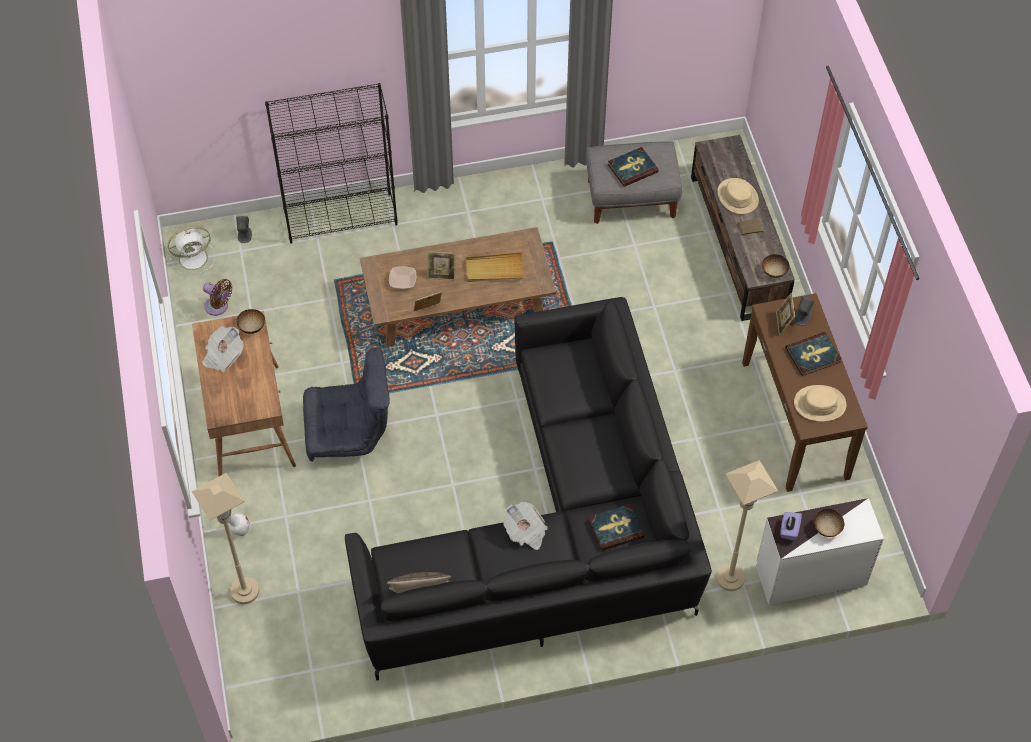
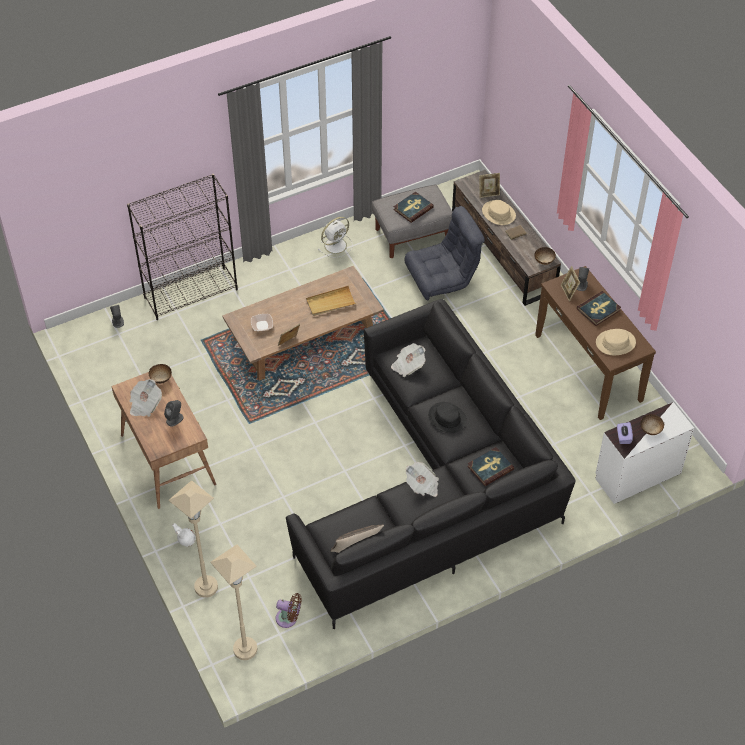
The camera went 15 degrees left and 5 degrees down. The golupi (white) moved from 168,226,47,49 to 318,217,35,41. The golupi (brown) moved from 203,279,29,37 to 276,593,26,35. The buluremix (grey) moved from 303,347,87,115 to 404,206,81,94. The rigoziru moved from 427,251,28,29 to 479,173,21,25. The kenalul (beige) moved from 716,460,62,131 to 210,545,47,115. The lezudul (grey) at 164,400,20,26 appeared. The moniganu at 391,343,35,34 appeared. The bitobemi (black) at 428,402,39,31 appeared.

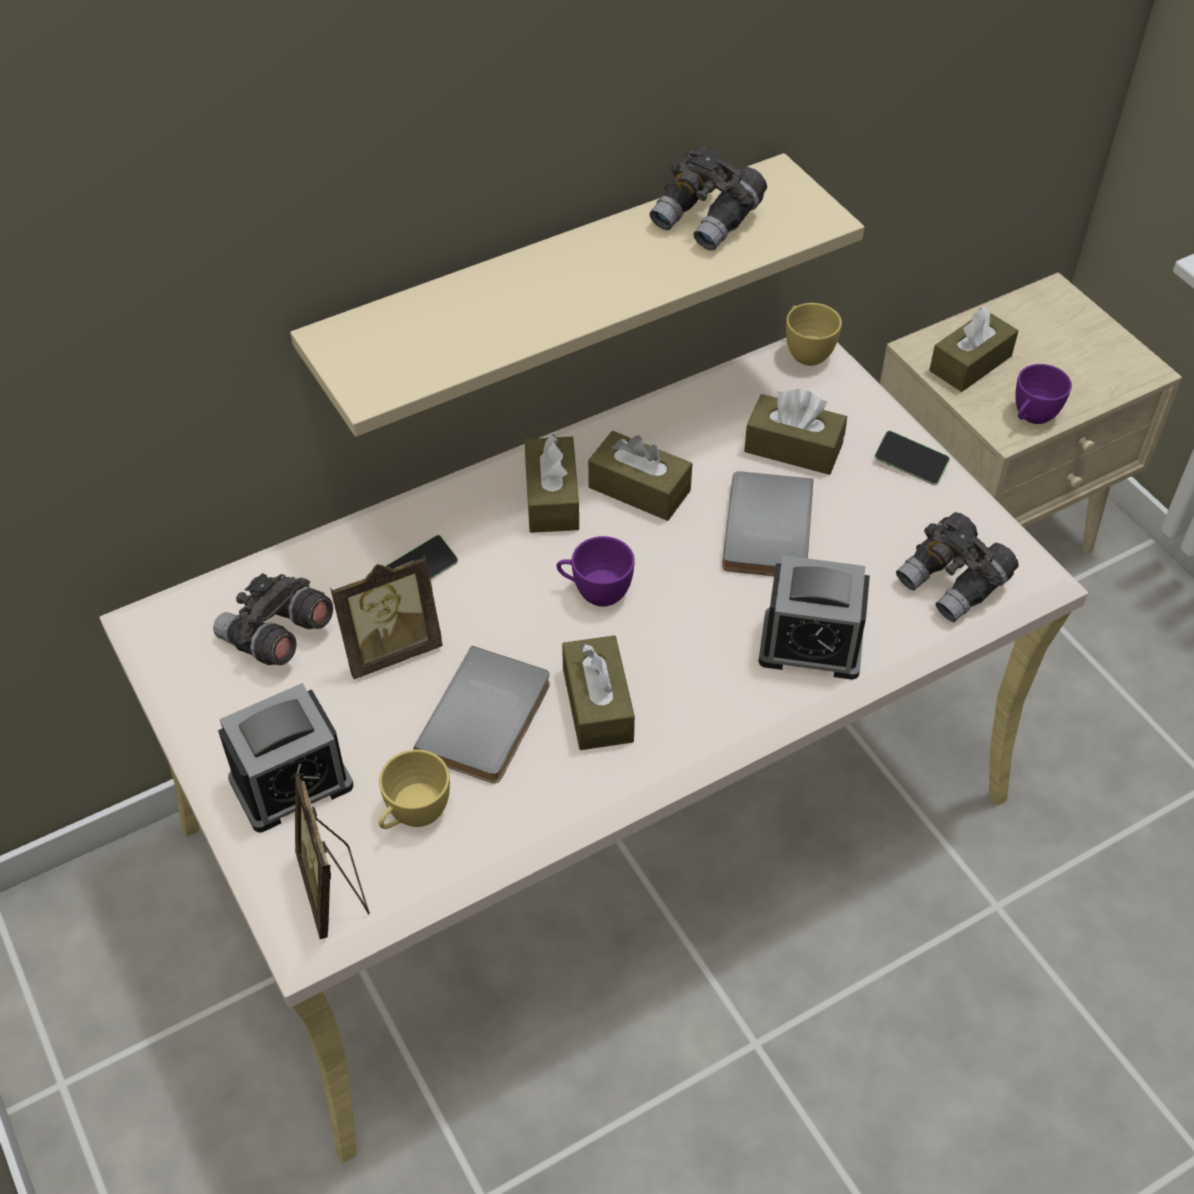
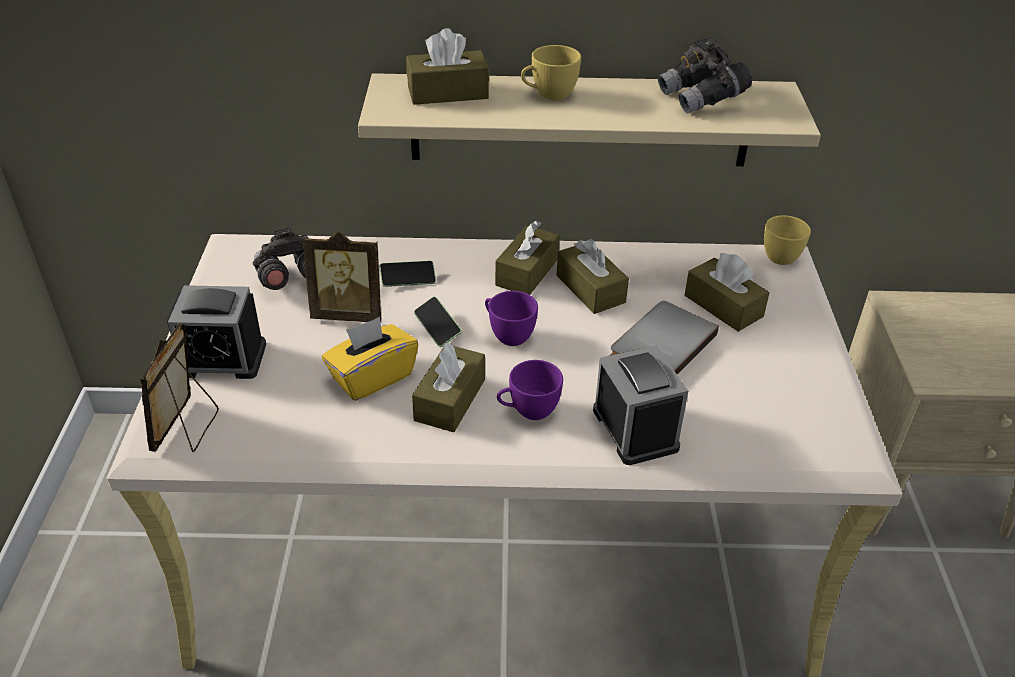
The camera went 30 degrees right and 10 degrees down. The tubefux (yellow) moved from 379,750,71,79 to 521,45,60,55. The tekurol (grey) at 413,646,137,137 was replaced by the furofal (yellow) at 322,317,96,84. The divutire at 758,555,112,125 turned 150 degrees counterclockwise. The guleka moved from 874,430,76,55 to 414,296,48,51. The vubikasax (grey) at 896,512,123,110 disappeared. The furofal (brown) moved from 929,307,89,85 to 406,28,83,77. The tubefux (purple) moved from 1015,364,57,60 to 497,360,66,60.

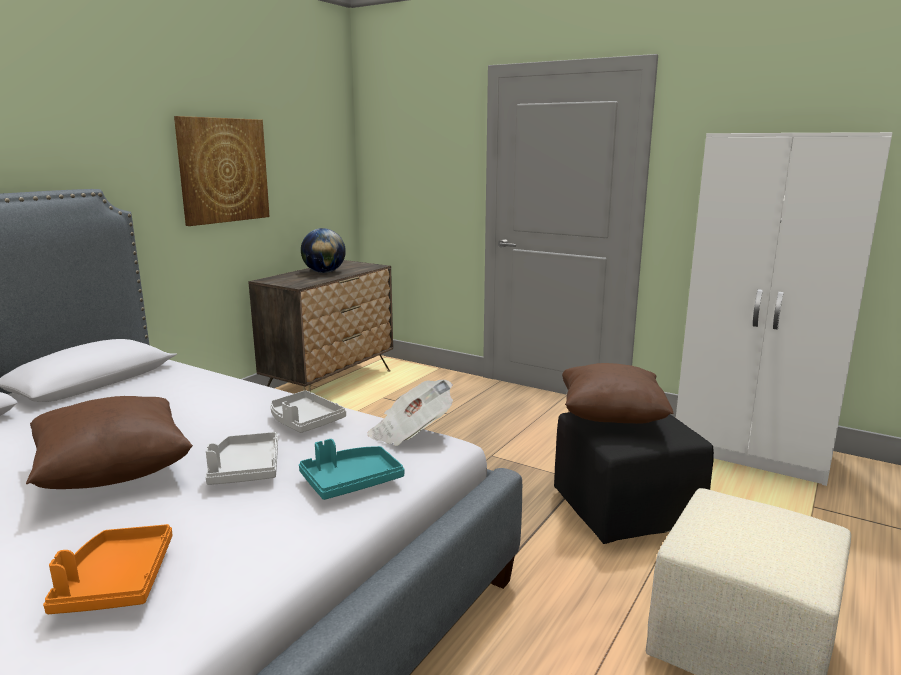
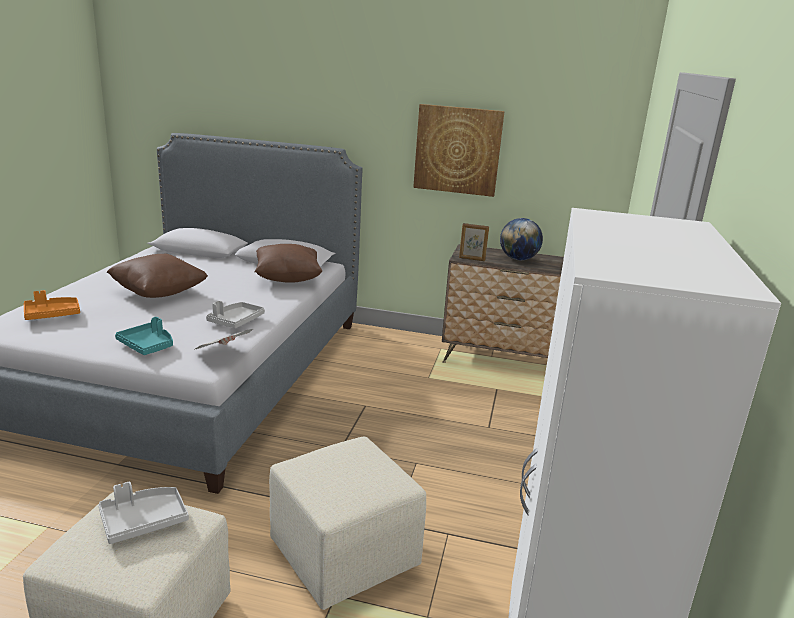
The camera went 70 degrees right and 5 degrees up. The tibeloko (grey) moved from 205,432,73,53 to 98,482,91,62. The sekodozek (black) at 554,412,160,132 became the sekodozek (beige) at 269,436,157,174. The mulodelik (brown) moved from 562,363,112,61 to 254,244,68,39. The rigoziru at 459,223,30,38 appeared.

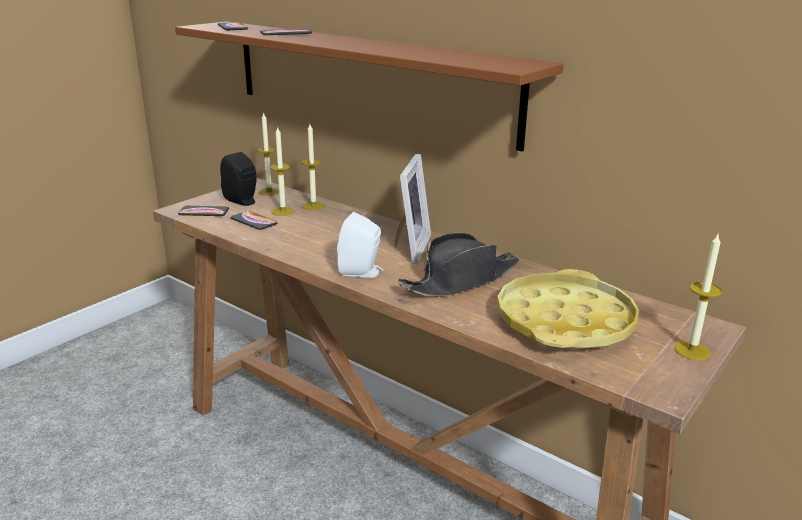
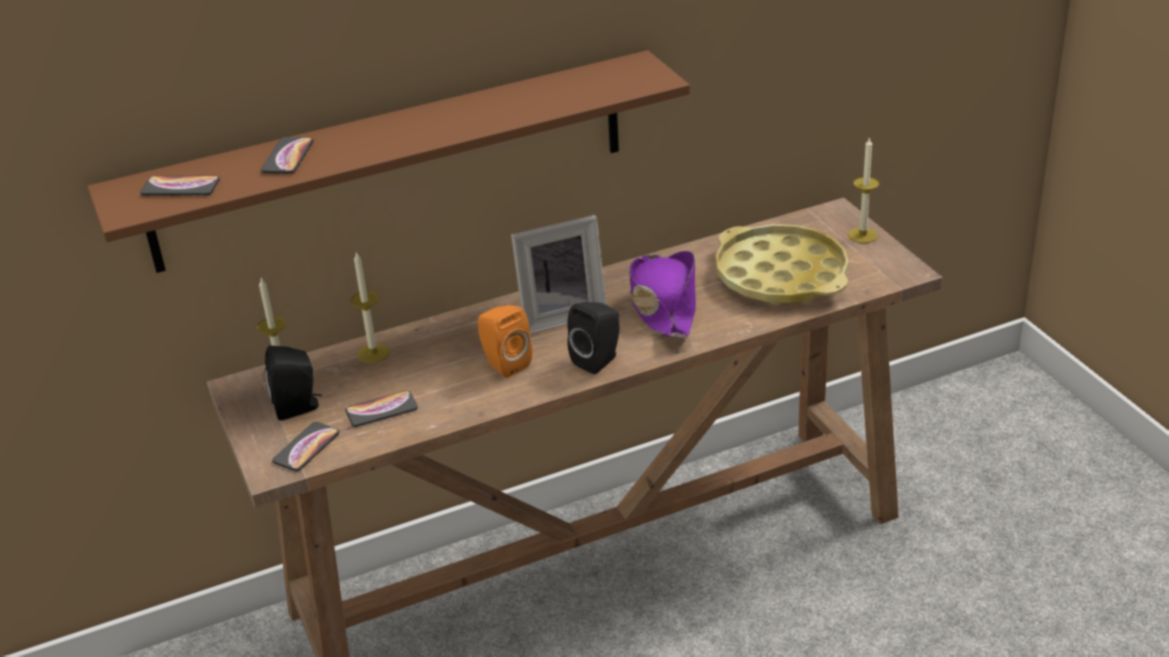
The camera went 60 degrees left and 10 degrees up. The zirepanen at 270,126,25,90 disappeared. The lezudul (white) at 337,212,46,66 became the lezudul (black) at 567,302,53,72. The rigoziru at 395,154,36,110 turned 120 degrees clockwise. The bitobemi (black) at 398,233,121,64 became the bitobemi (purple) at 629,251,67,87. The lezudul (orange) at 478,305,54,73 appeared.

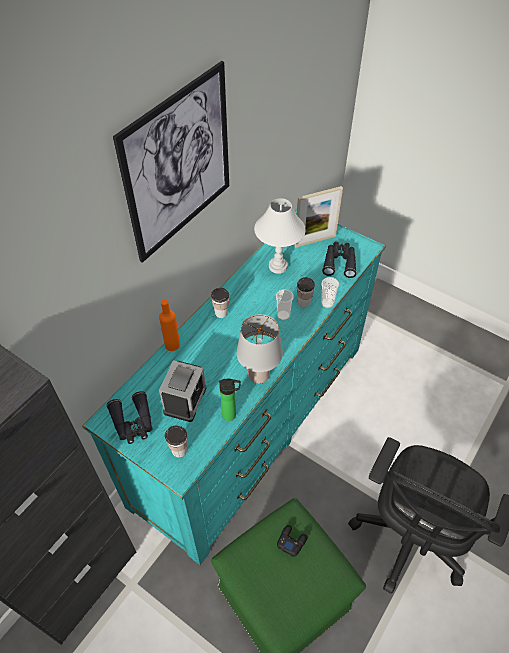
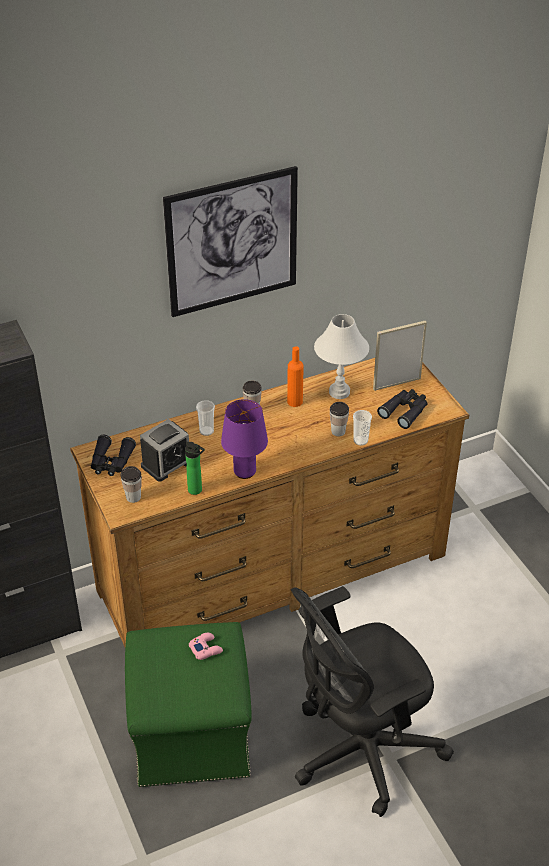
The camera went 30 degrees right and 10 degrees down. The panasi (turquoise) at 82,210,304,355 became the panasi (brown) at 70,358,399,289. The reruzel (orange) moved from 159,299,21,52 to 287,346,17,61. The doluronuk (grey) at 237,314,46,70 became the doluronuk (purple) at 221,399,47,80. The tubefux moved from 276,289,18,31 to 196,400,19,36. The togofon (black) at 277,525,30,32 became the togofon (pink) at 189,632,34,28. The rigoziru at 294,186,49,62 turned 150 degrees clockwise.

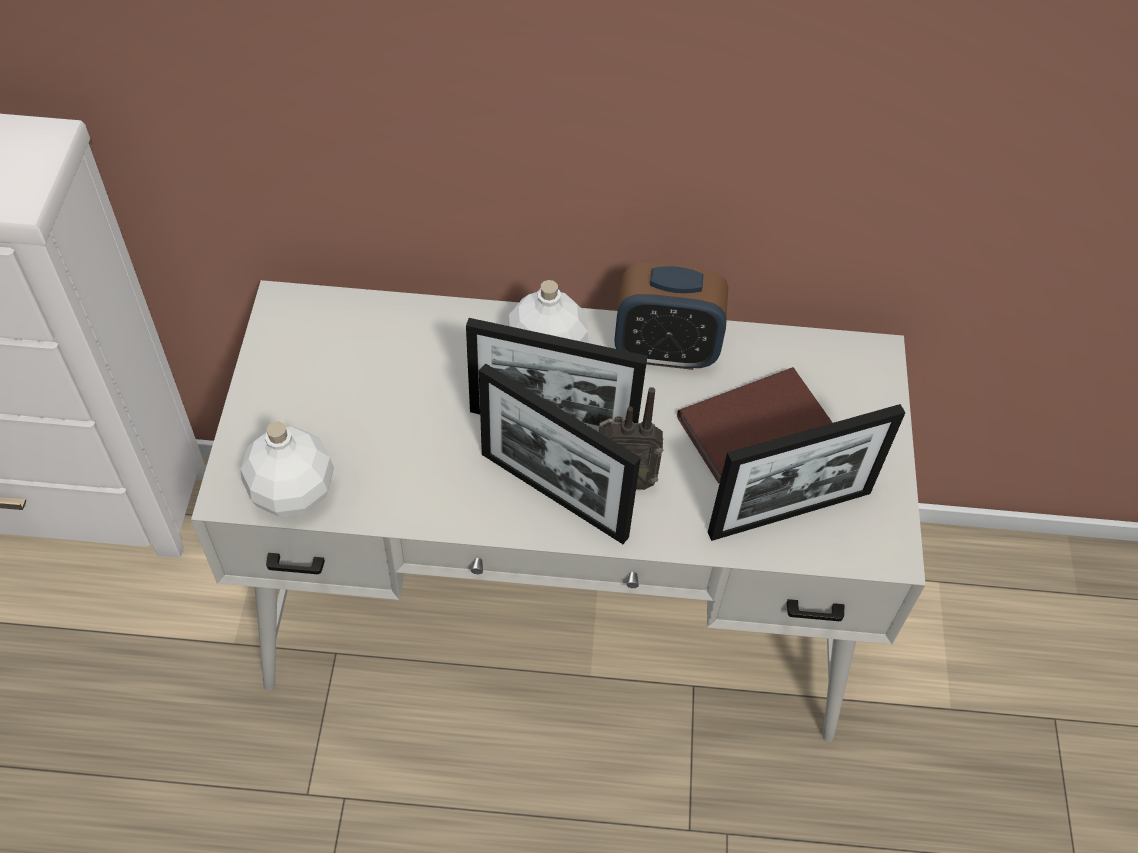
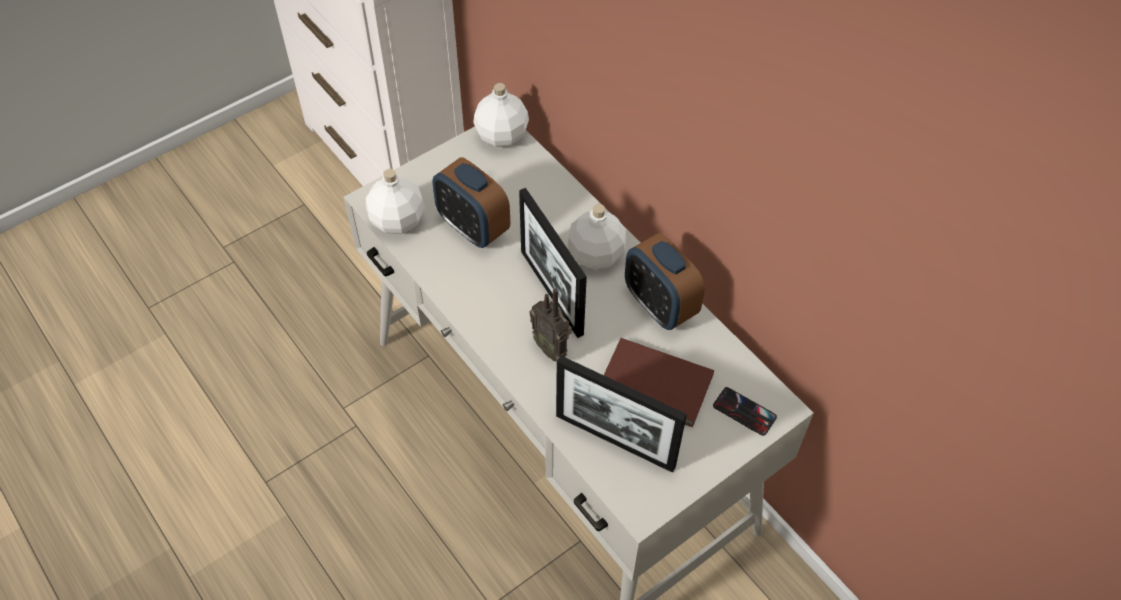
The camera went 50 degrees right and 0 degrees up. The rigoziru at 479,363,162,181 disappeared. The divutire at 433,157,77,91 appeared. The reruzel (white) at 473,83,56,64 appeared. The guleka at 713,387,64,49 appeared.

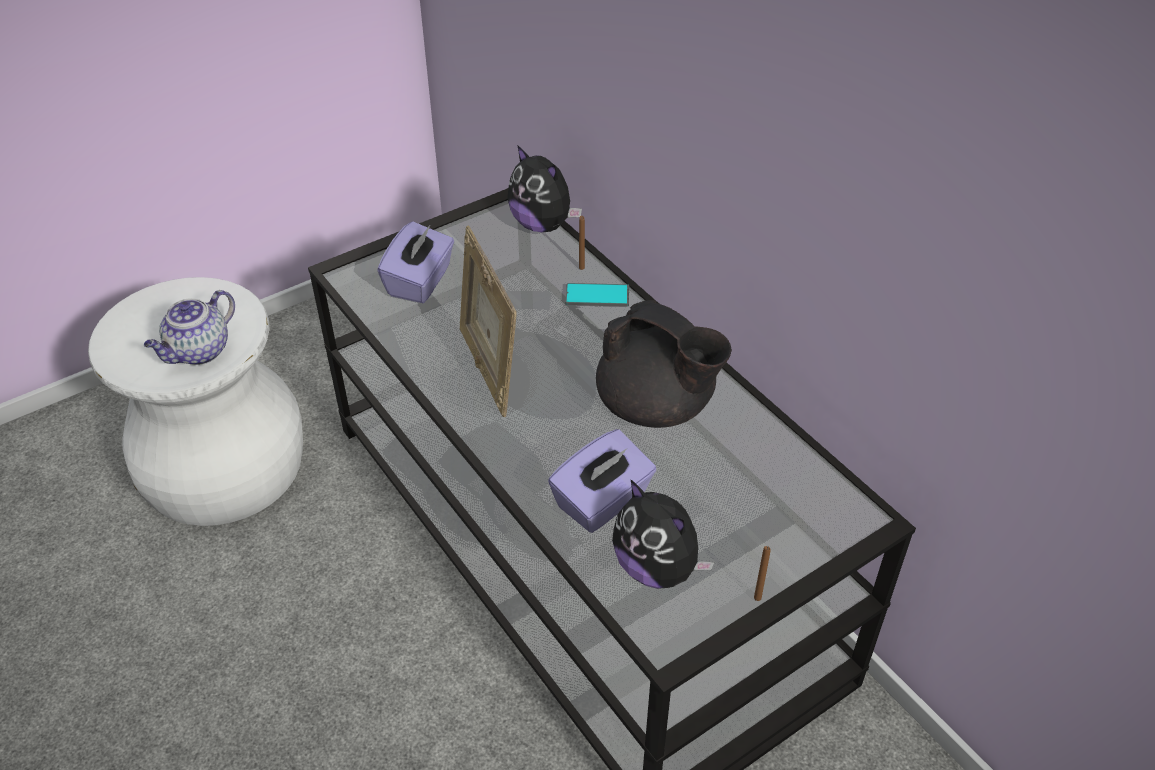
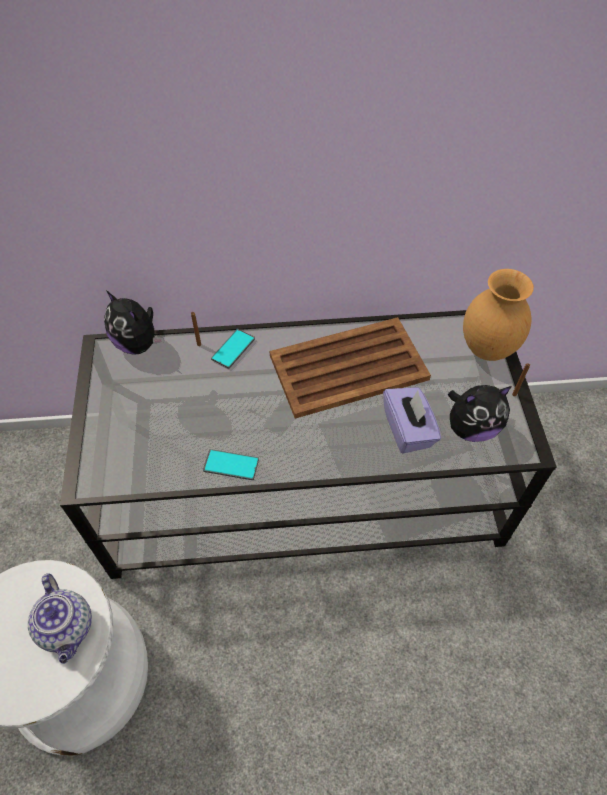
The camera went 60 degrees left and 10 degrees up. The furofal (purple) at 377,221,77,82 disappeared. The rigoziru at 460,226,57,191 disappeared. The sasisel at 507,145,75,87 turned 60 degrees clockwise. The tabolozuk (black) at 596,300,136,128 was replaced by the tibeloko (brown) at 270,317,161,102. The guleka at 203,449,56,31 appeared. The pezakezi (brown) at 463,269,71,92 appeared.

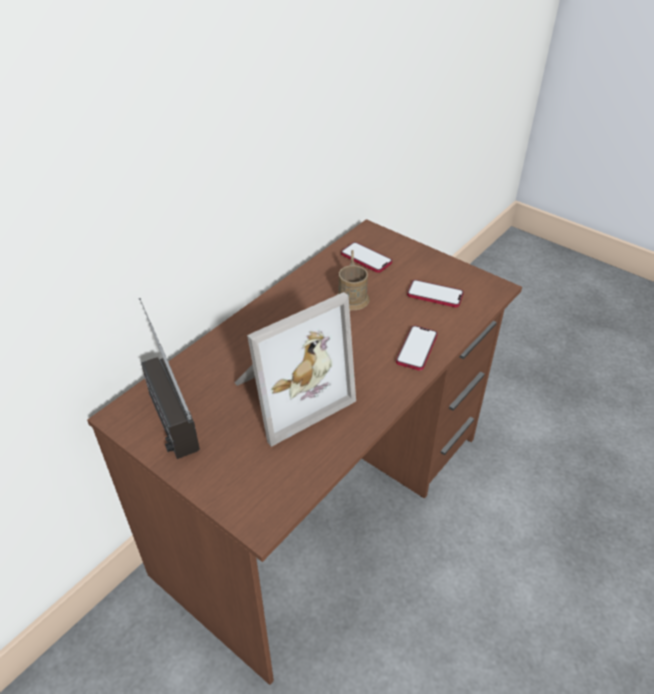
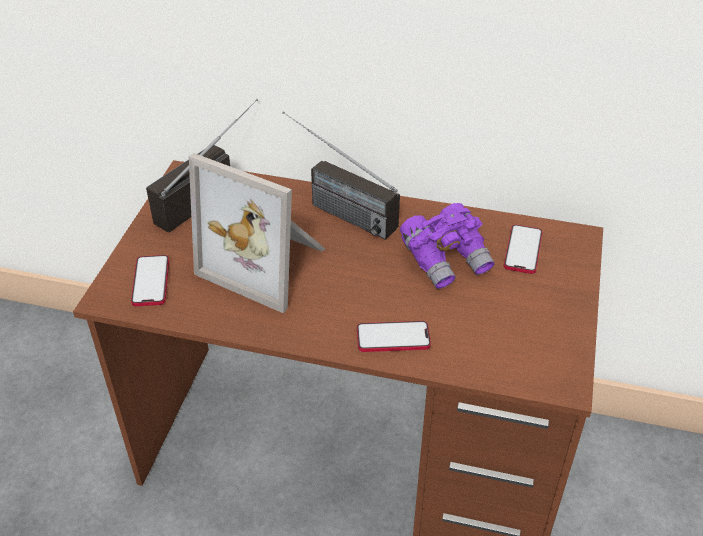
The camera went 65 degrees right and 0 degrees up. The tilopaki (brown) at 337,250,33,60 was replaced by the vubikasax (purple) at 400,203,95,86. The guleka moved from 407,280,57,28 to 131,255,38,51. The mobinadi at 282,111,118,129 appeared.

